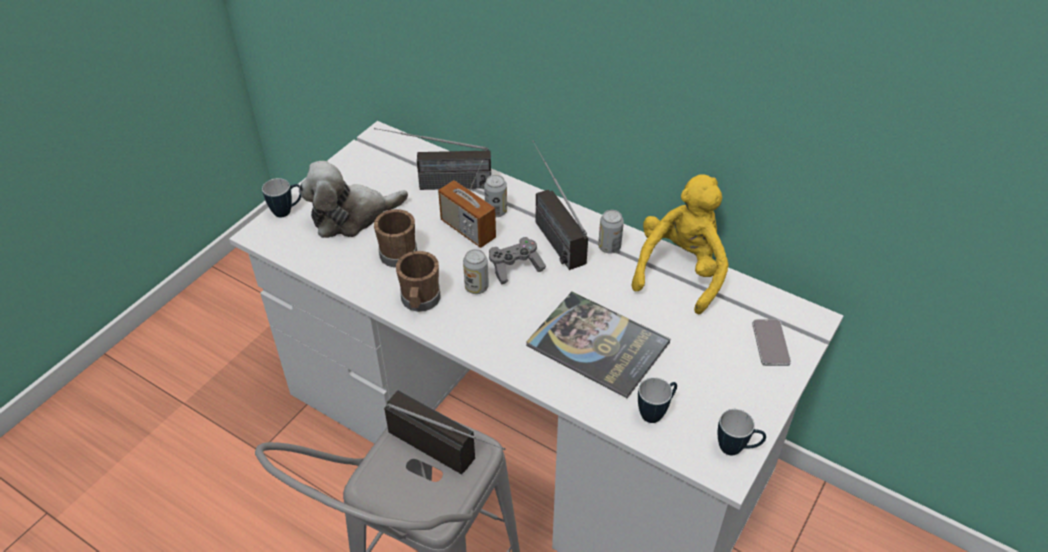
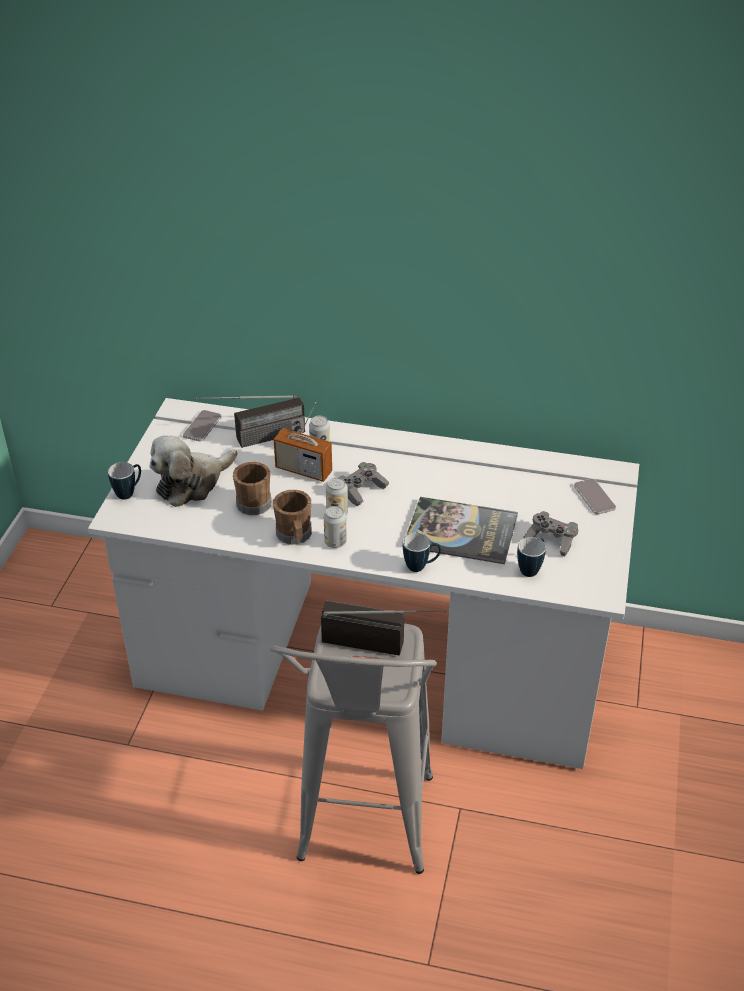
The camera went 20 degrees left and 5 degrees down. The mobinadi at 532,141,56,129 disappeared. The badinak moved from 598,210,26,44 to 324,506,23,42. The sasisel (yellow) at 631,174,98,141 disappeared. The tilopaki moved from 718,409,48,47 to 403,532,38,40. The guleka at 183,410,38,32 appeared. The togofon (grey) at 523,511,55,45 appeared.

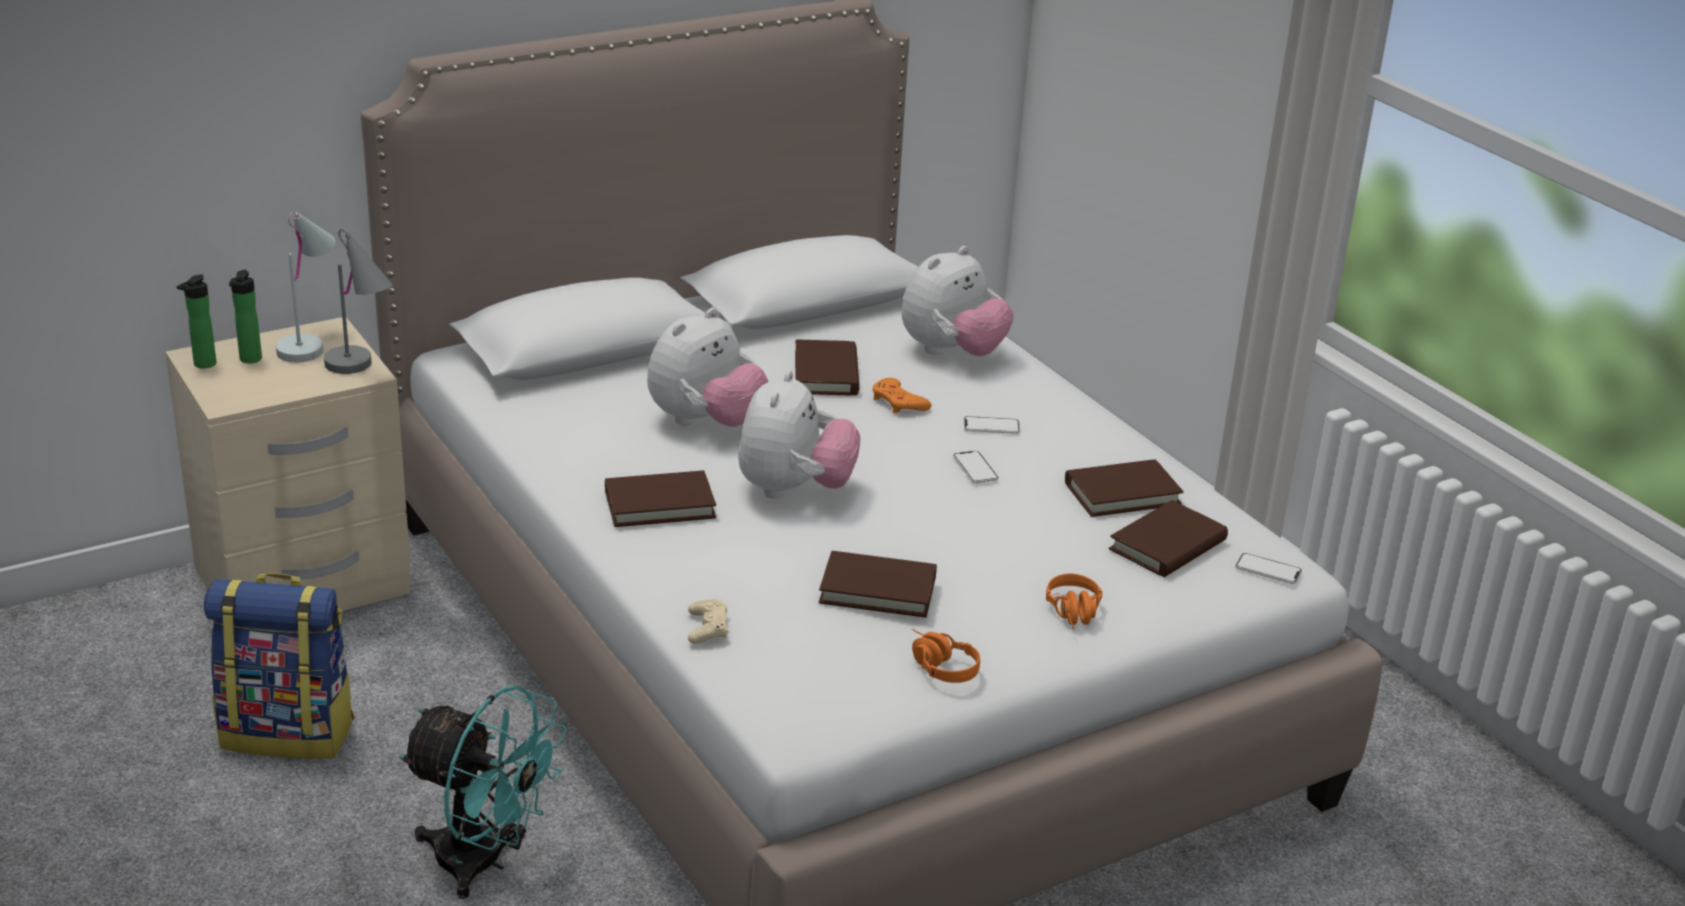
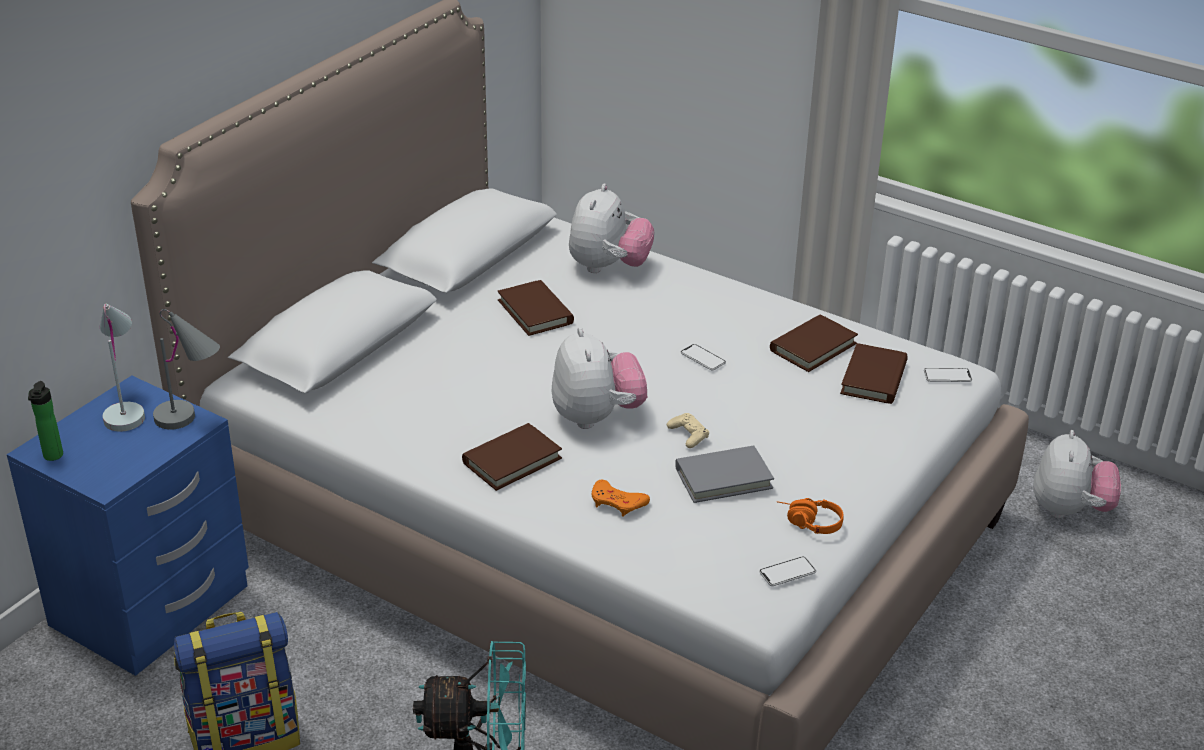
The camera went 25 degrees left and 5 degrees up. The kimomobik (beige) at 165,317,246,294 became the kimomobik (blue) at 7,375,242,301. The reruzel at 229,270,33,93 disappeared. The sasisel moved from 647,308,121,119 to 1033,430,88,88. The togofon (beige) moved from 688,599,40,45 to 667,413,42,35. The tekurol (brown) at 819,551,118,67 became the tekurol (grey) at 675,446,99,57. The togofon (orange) moved from 872,378,59,35 to 592,480,58,37. The guleka moved from 964,416,56,18 to 759,556,57,30. The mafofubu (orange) at 1046,574,56,55 disappeared.

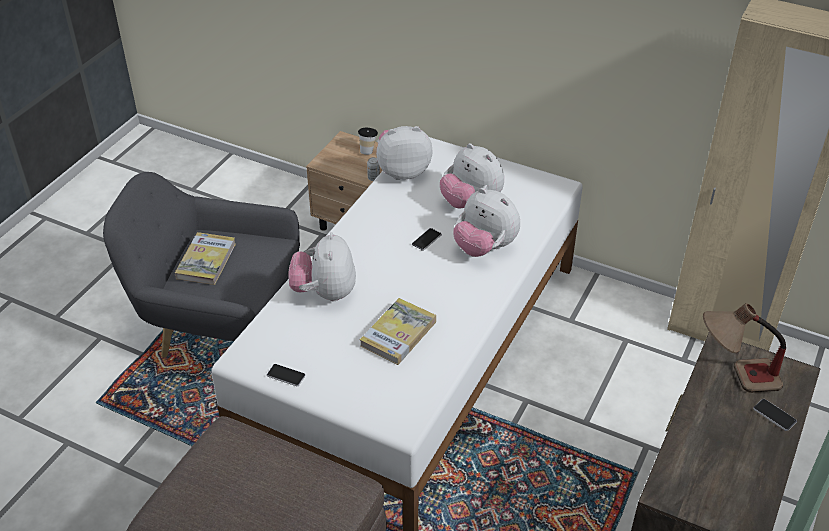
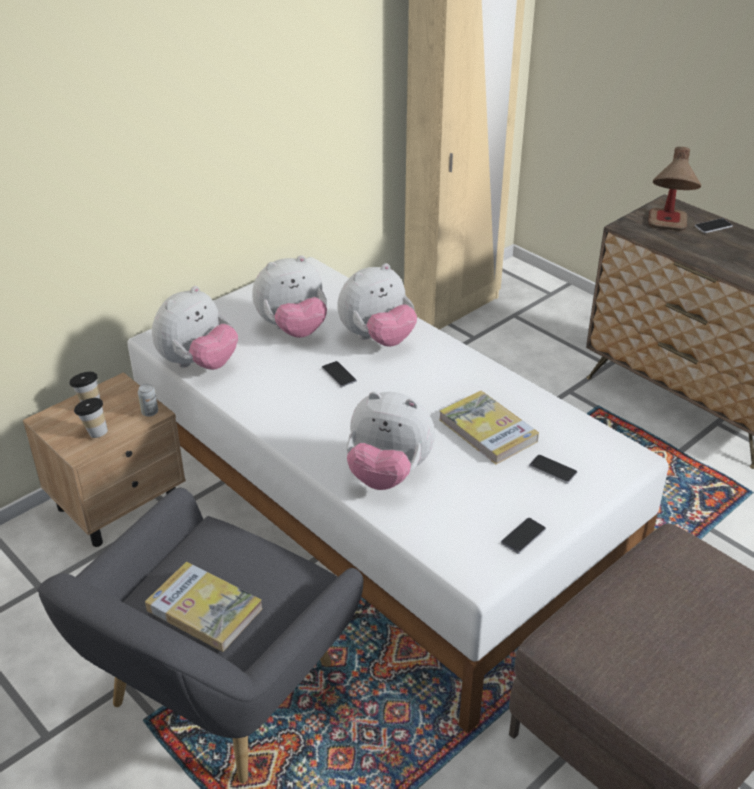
The camera went 70 degrees left and 5 degrees down. The sasisel at 376,126,57,54 turned 150 degrees counterclockwise. The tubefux at 74,398,34,40 appeared. The guleka at 529,455,48,29 appeared.

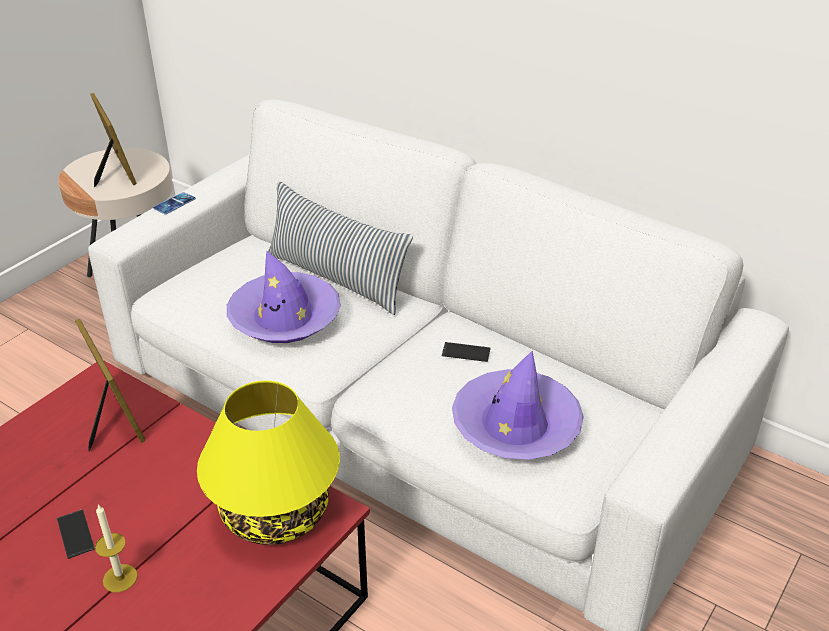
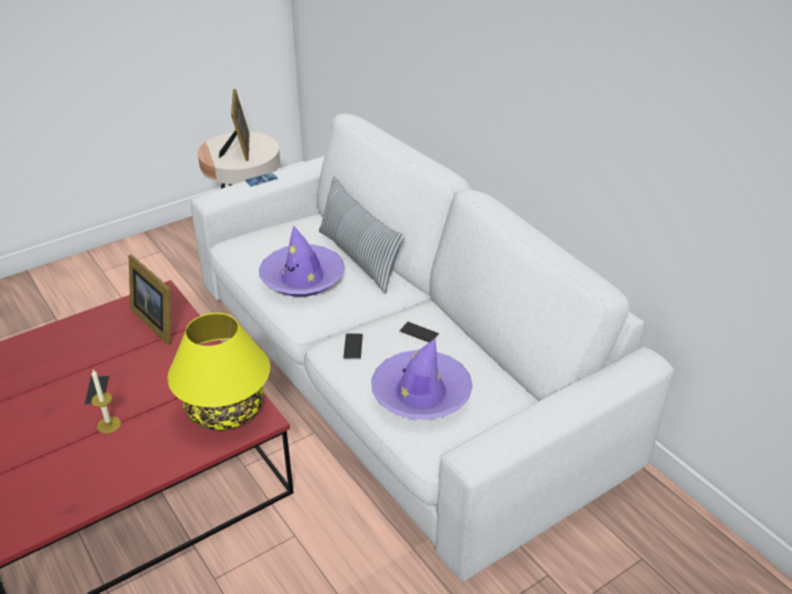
The camera went 20 degrees right and 0 degrees up. The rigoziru at 75,319,71,132 turned 150 degrees clockwise. The guleka at 343,333,20,26 appeared.

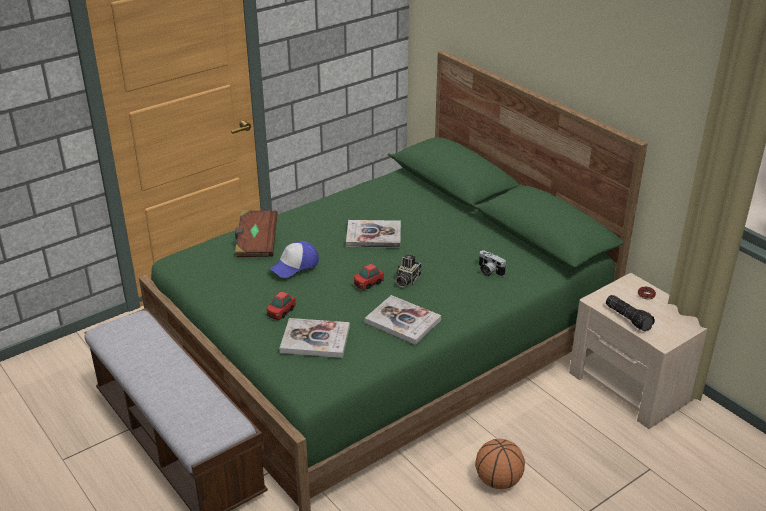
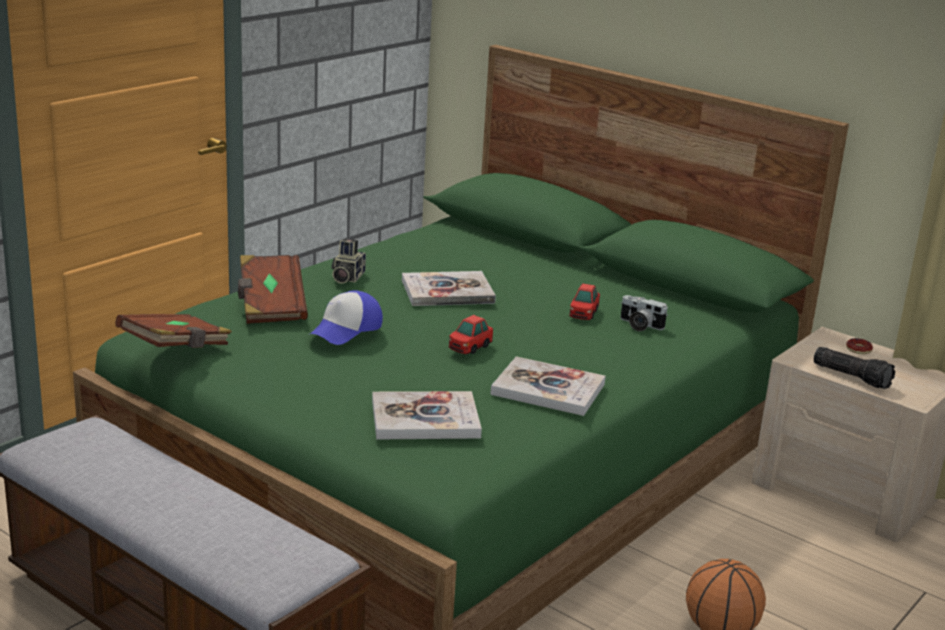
The camera went 15 degrees left and 10 degrees down. The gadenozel moved from 267,291,29,29 to 570,283,30,37. The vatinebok moved from 395,254,27,33 to 331,238,35,46. The tekurol (brown) at 115,314,117,34 appeared.

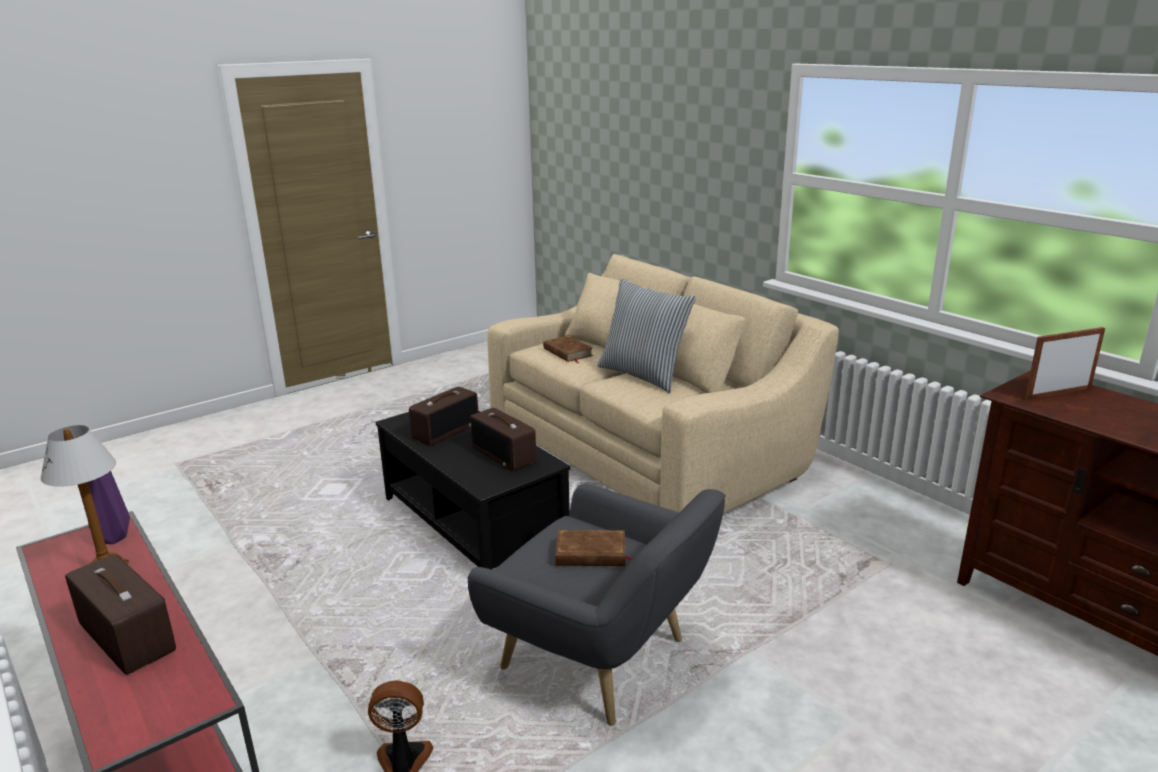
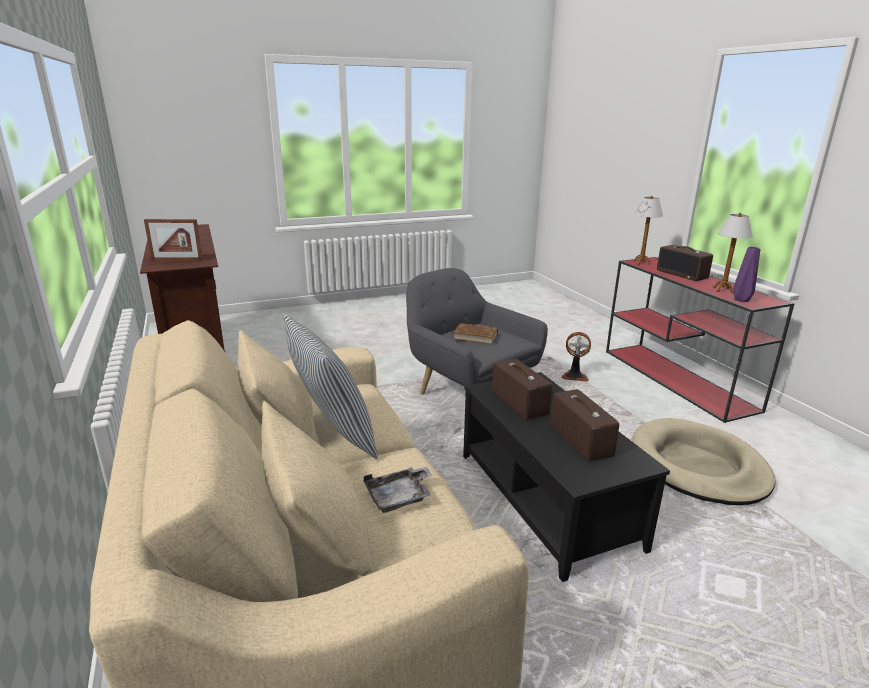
The camera went 165 degrees left and 0 degrees up. The mobinadi at 409,387,69,59 turned 105 degrees clockwise. The tekurol (brown) at 543,335,50,28 was replaced by the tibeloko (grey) at 364,467,69,46. The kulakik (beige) at 631,418,145,87 appeared. The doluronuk at 633,196,30,69 appeared.

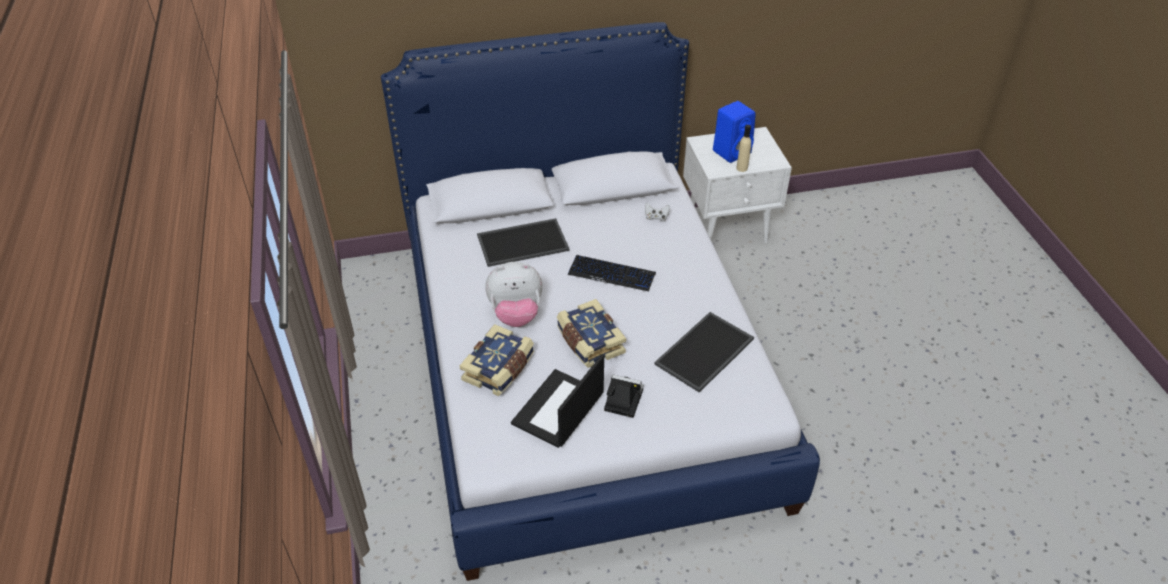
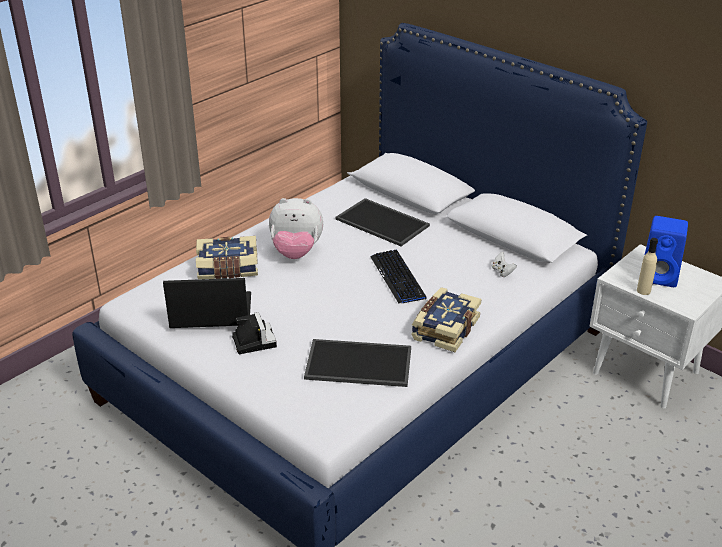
The camera went 55 degrees right and 10 degrees down. The sasisel at 485,262,57,65 turned 45 degrees counterclockwise. The tekurol moved from 557,299,69,69 to 411,287,70,65.

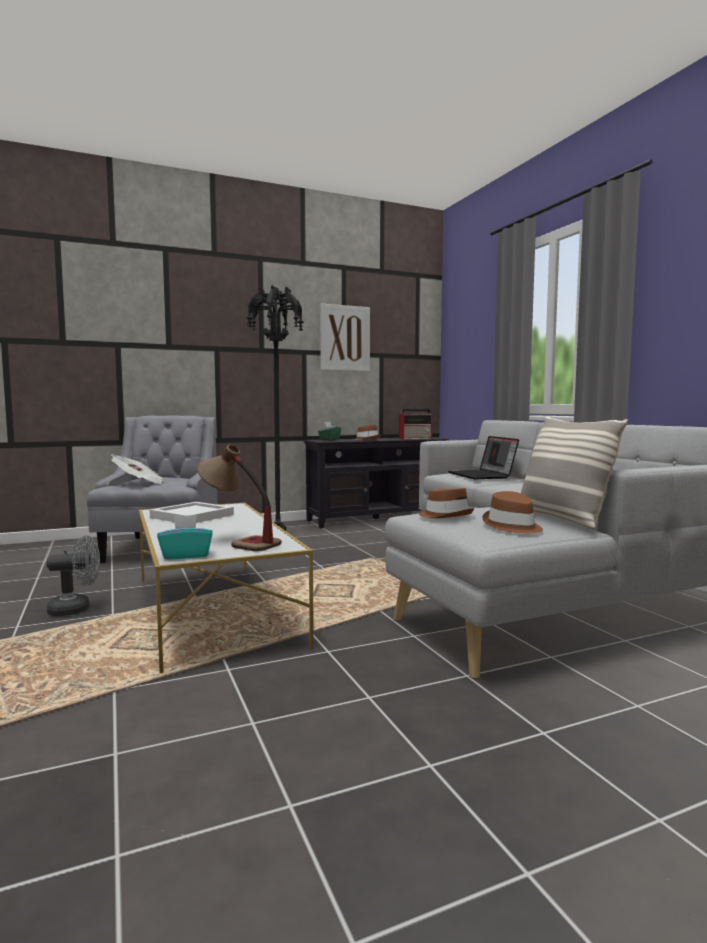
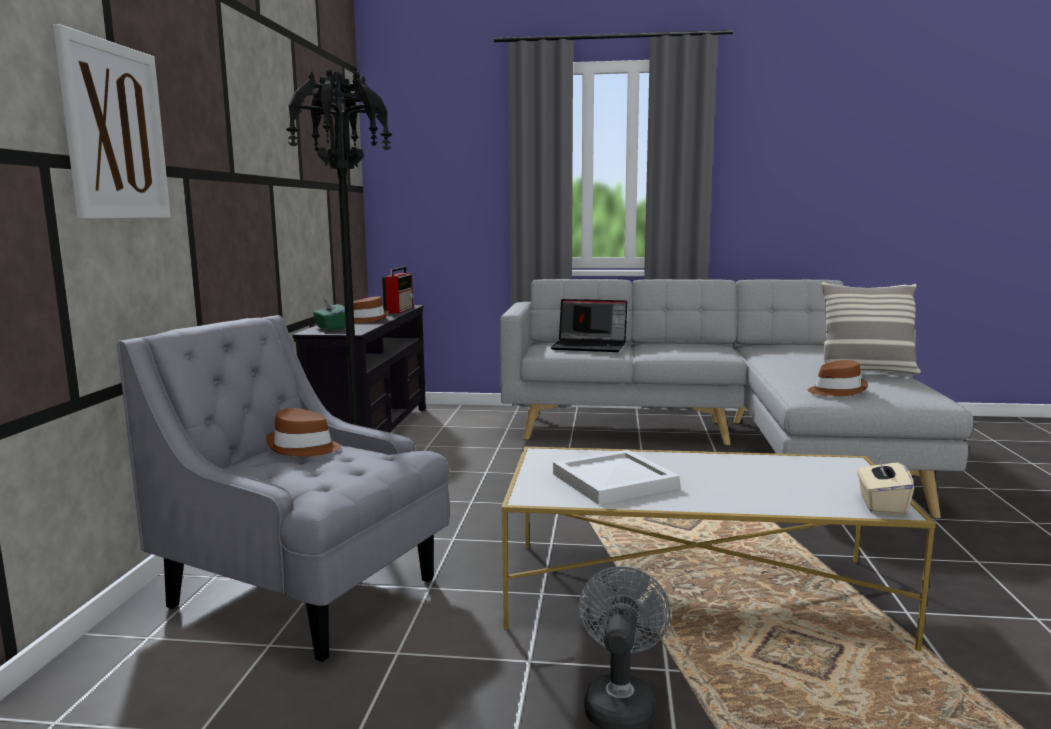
The camera went 60 degrees left and 5 degrees up. The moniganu at 111,454,52,30 disappeared. The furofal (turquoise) at 157,515,56,45 became the furofal (beige) at 857,453,57,62. The doluronuk at 197,445,85,107 disappeared. The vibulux moved from 320,304,50,67 to 53,24,118,195. The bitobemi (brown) moved from 482,491,61,42 to 266,408,75,48.

